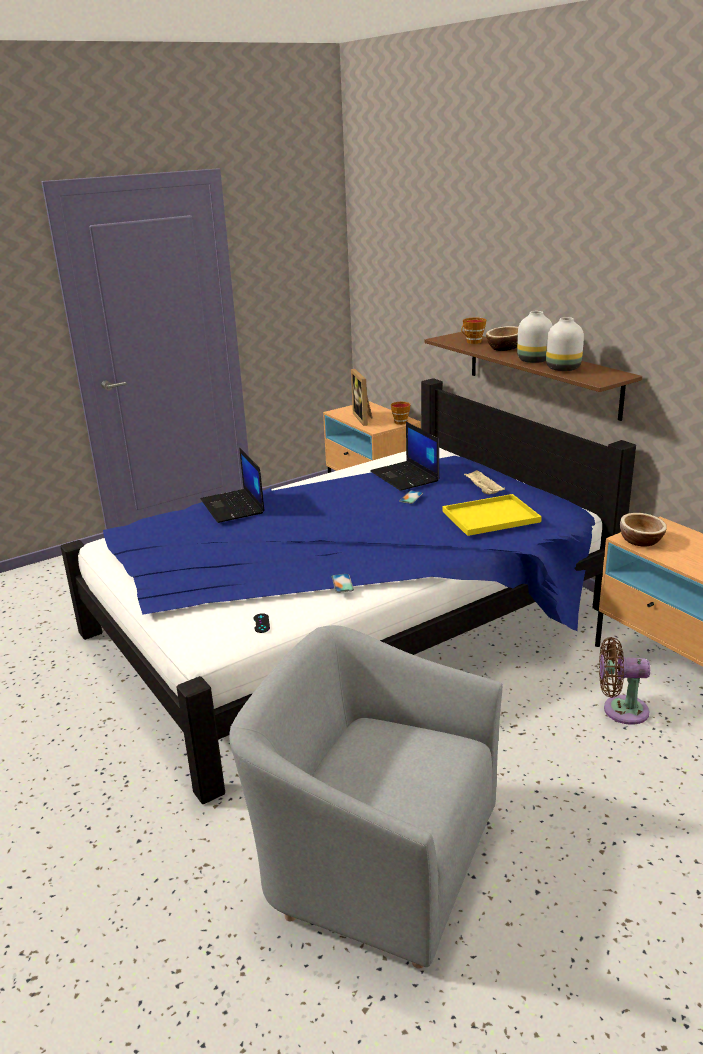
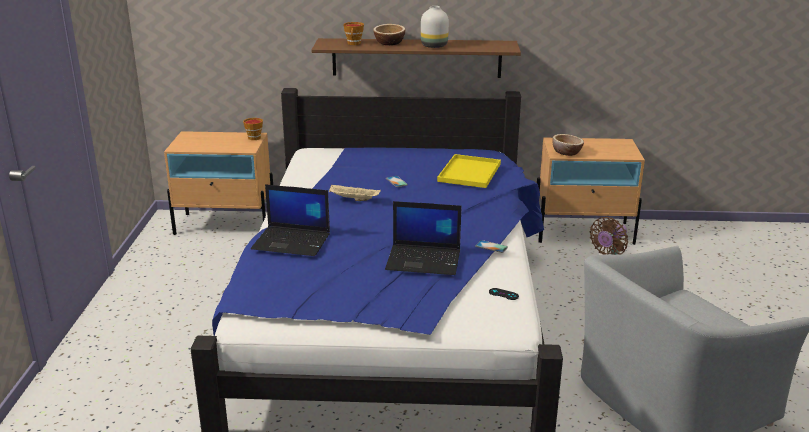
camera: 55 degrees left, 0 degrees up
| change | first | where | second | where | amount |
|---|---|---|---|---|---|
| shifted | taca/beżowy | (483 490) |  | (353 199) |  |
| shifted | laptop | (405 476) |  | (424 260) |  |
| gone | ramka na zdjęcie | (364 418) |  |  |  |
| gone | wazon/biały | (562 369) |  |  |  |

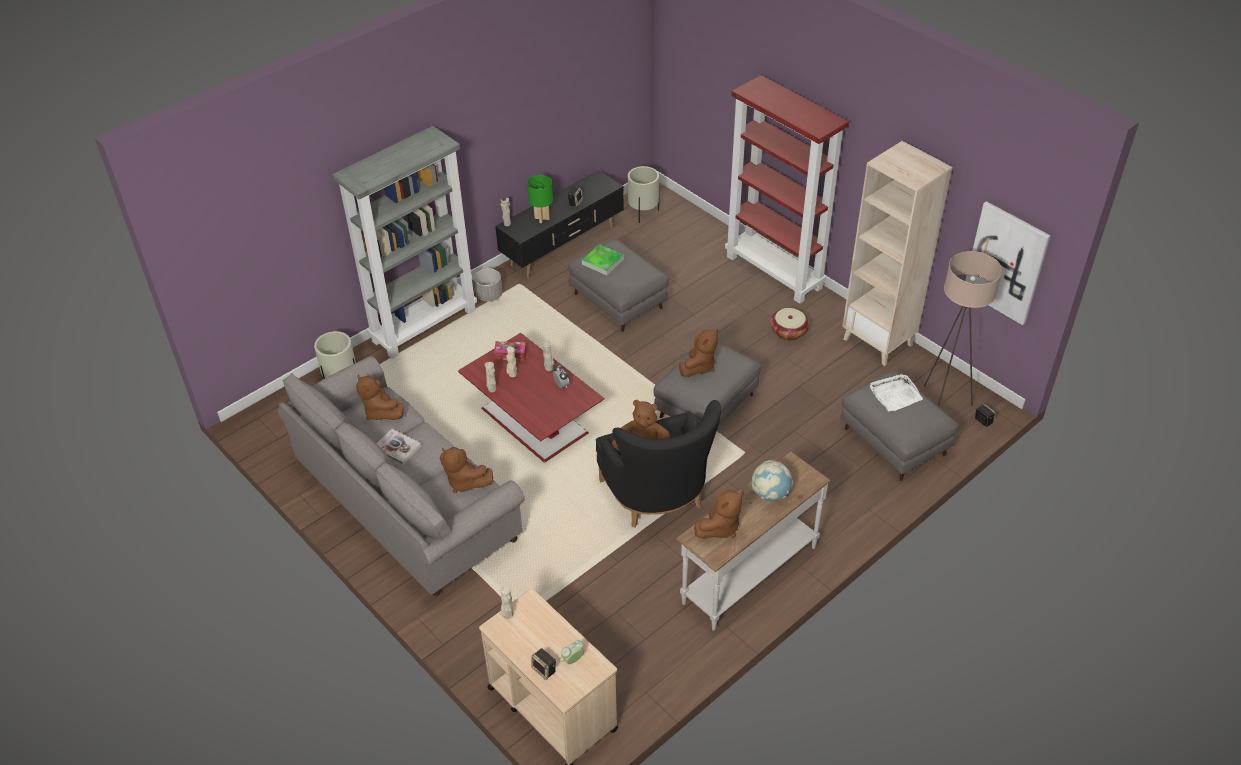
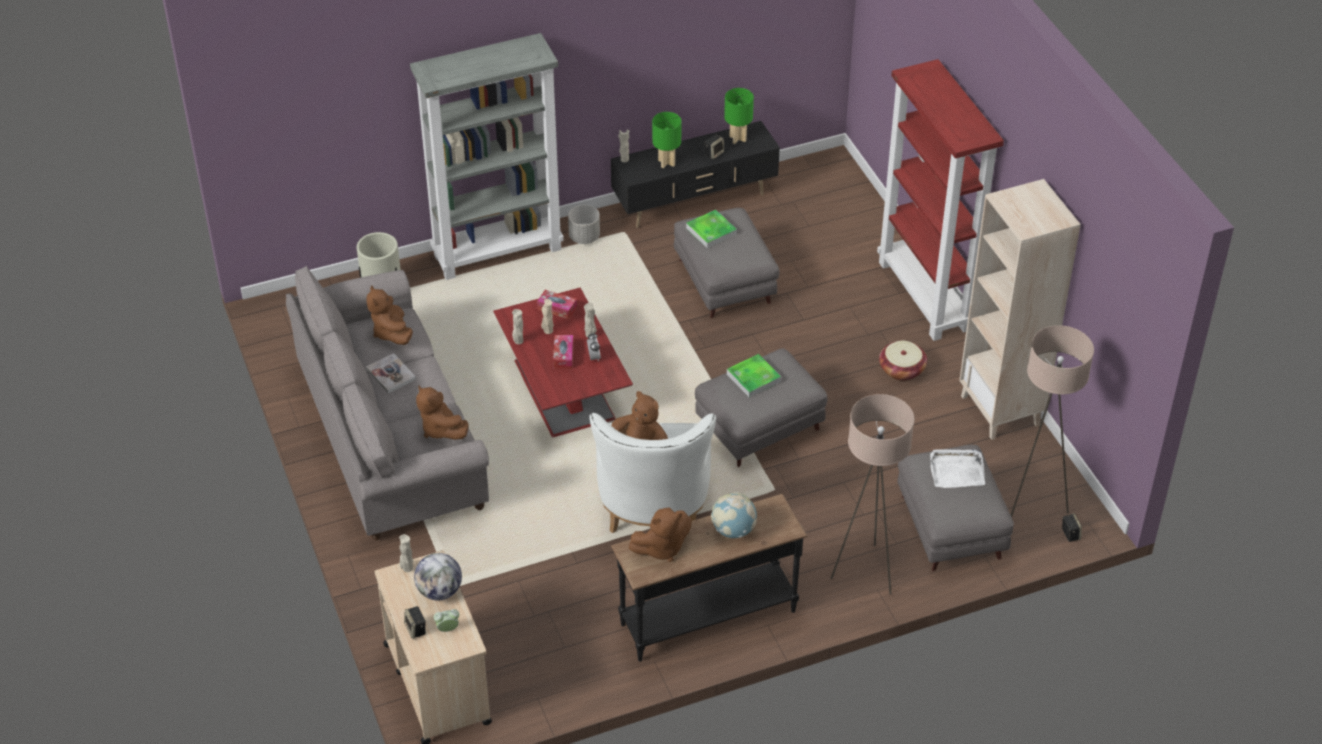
camera: 20 degrees right, 0 degrees up
| change | first | where | second | where | amount |
|---|---|---|---|---|---|
| new |  |  | globus | (440 591) |  |
| new |  |  | pudełko chusteczek | (563 356) |  |
| repainted | fotel/czarny | (658 500) | fotel/biały | (653 512) |  |
| repainted | stolik konsolowy/biały | (748 573) | stolik konsolowy/czarny | (707 616) |  |
| new |  |  | lampa stołowa/zielony | (738 138) |  |
| swapped | pluszak/brązowy | (698 366) | taca | (753 378) |  |
| new |  |  | lampa stojąca/beżowy | (865 572) |  |
| gone | donica/beżowy | (643 213) |  |  |  |
| gone | obraz | (1006 262) |  |  |  |

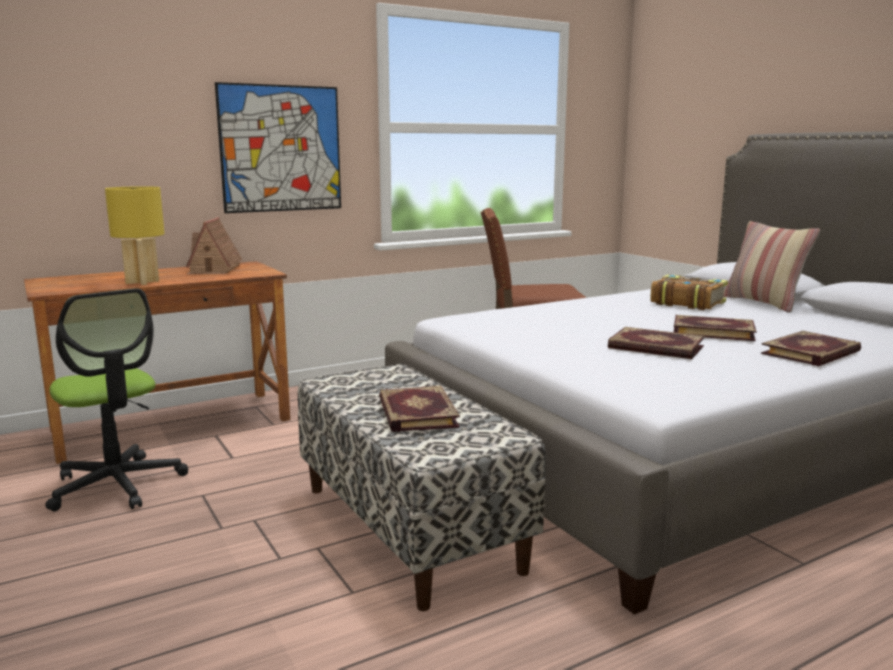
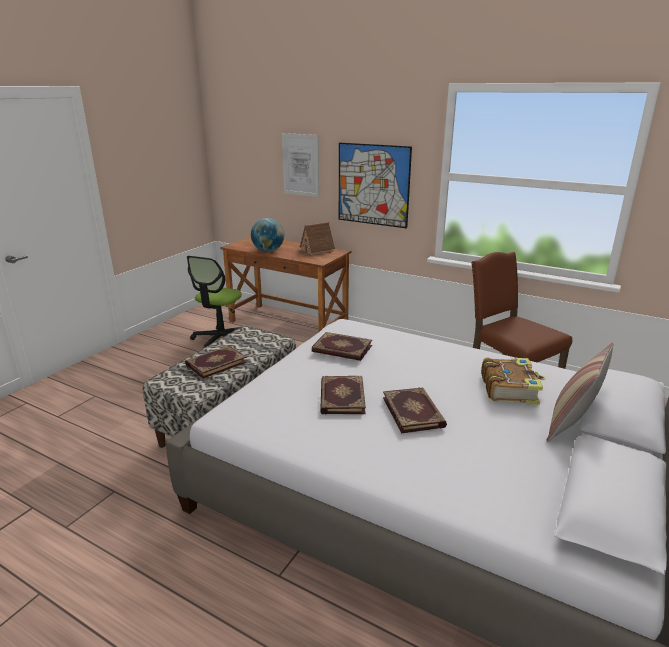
camera: 60 degrees right, 10 degrees up
| change | first | where | second | where | amount |
|---|---|---|---|---|---|
| swapped | lampa stołowa/żółty | (143 282) | globus | (268 251) |  |
| new |  |  | obraz | (300 165) |  |
| shifted | książka | (812 353) |  | (341 349) |  |

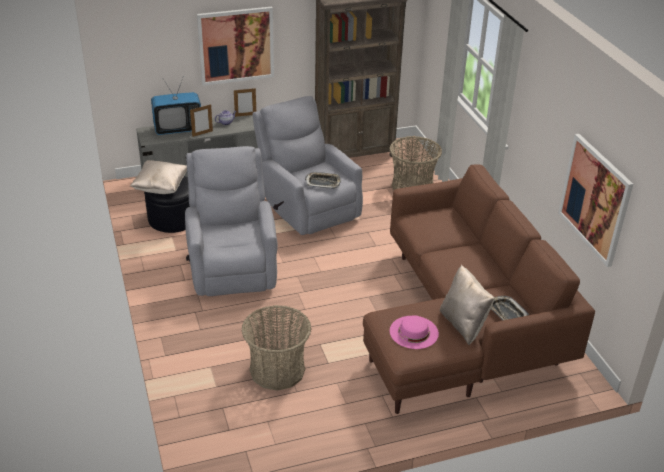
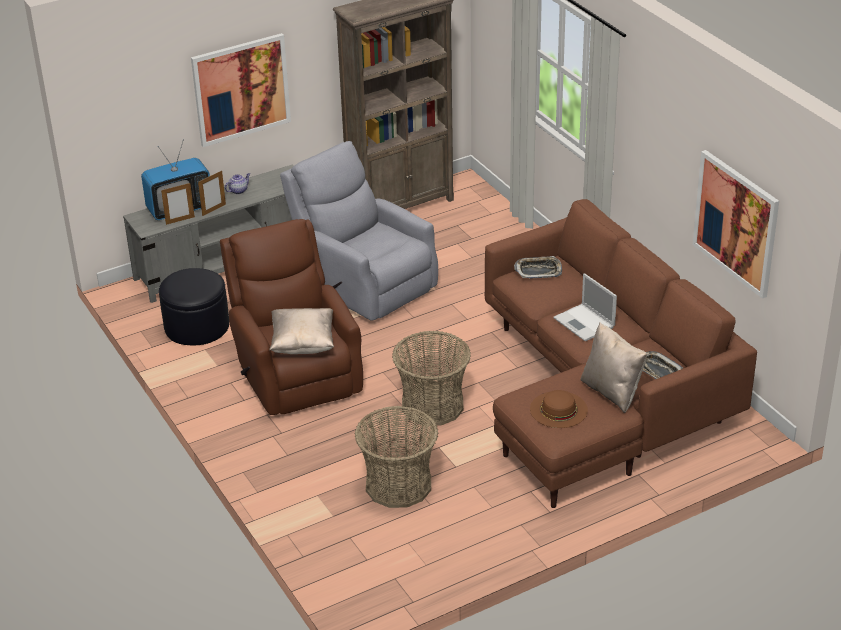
camera: 10 degrees left, 0 degrees up
| change | first | where | second | where | amount |
|---|---|---|---|---|---|
| shifted | ramka na zdjęcie | (245 115) |  | (180 220) |  |
| repainted | fotel/szary | (232 263) | fotel/brązowy | (295 370) |  |
| shifted | poduszka/beżowy | (161 187) |  | (303 344) |  |
| shifted | koszyk | (412 186) |  | (432 405) |  |
| shifted | taca | (323 182) |  | (538 270) |  |
| repainted | kapelusz/różowy | (414 332) | kapelusz/brązowy | (558 409) |  |
| new |  |  | laptop | (585 323) |  |

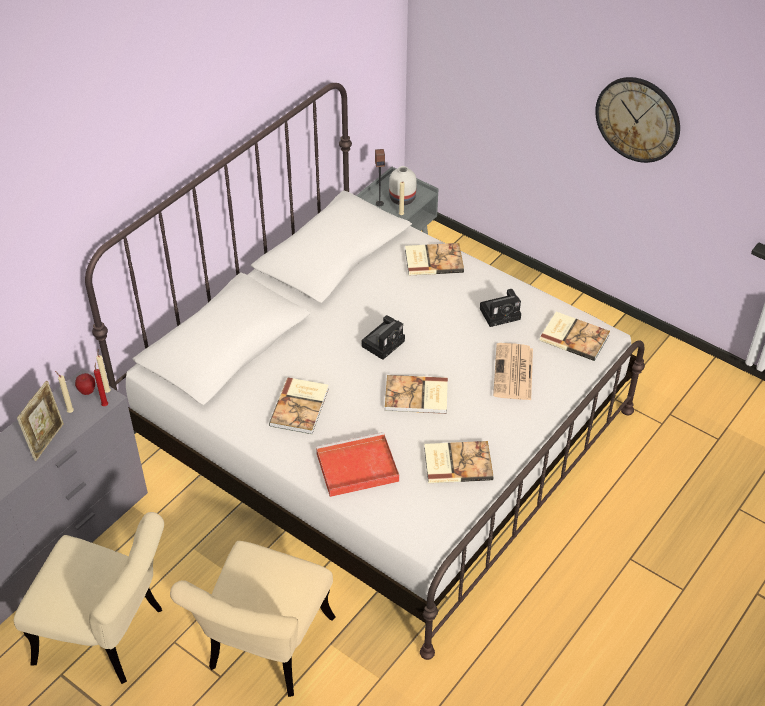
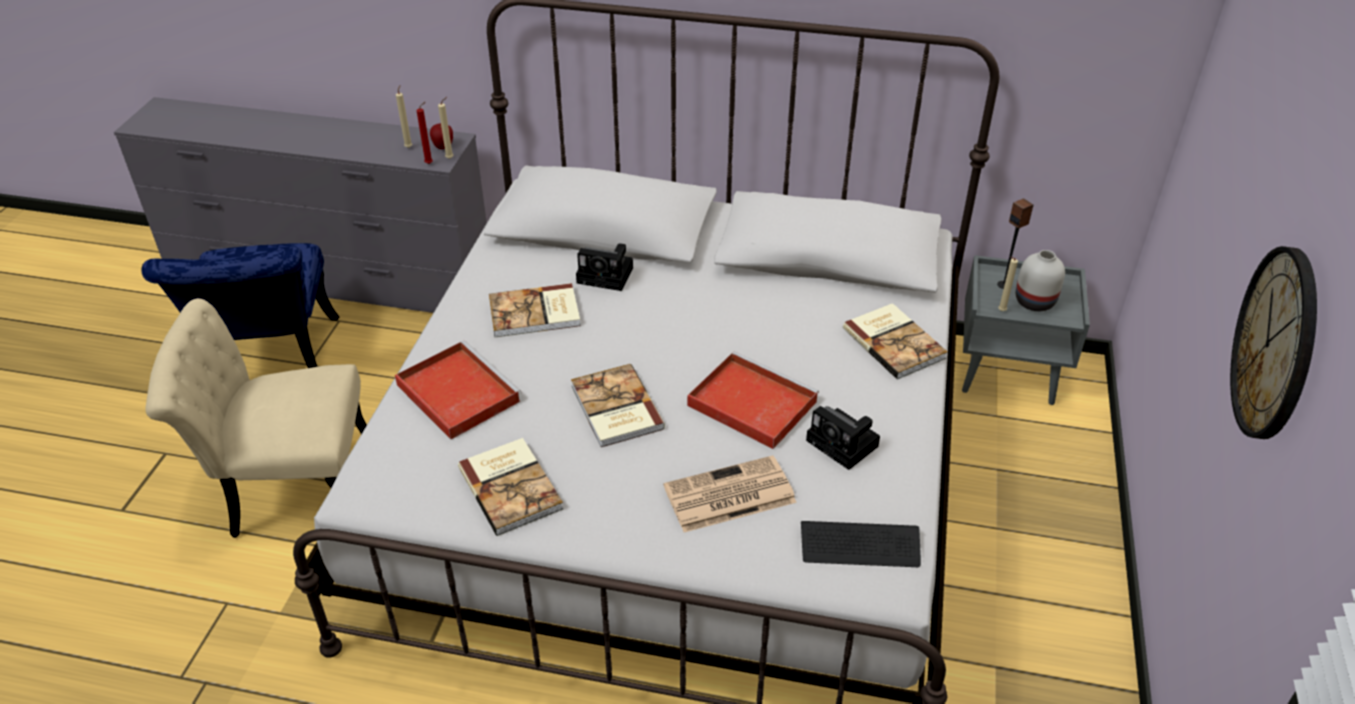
camera: 65 degrees right, 5 degrees down
| change | first | where | second | where | amount |
|---|---|---|---|---|---|
| repainted | krzesło/beżowy | (110 637) | krzesło/niebieski | (274 366) |  |
| shifted | aparat fotograficzny | (384 342) |  | (607 275) |  |
| new |  |  | taca/czerwony | (749 403) |  |
| swapped | książka | (574 337) | klawiatura | (860 546) |  |
| gone | ramka na zdjęcie | (47 441) |  |  |  |

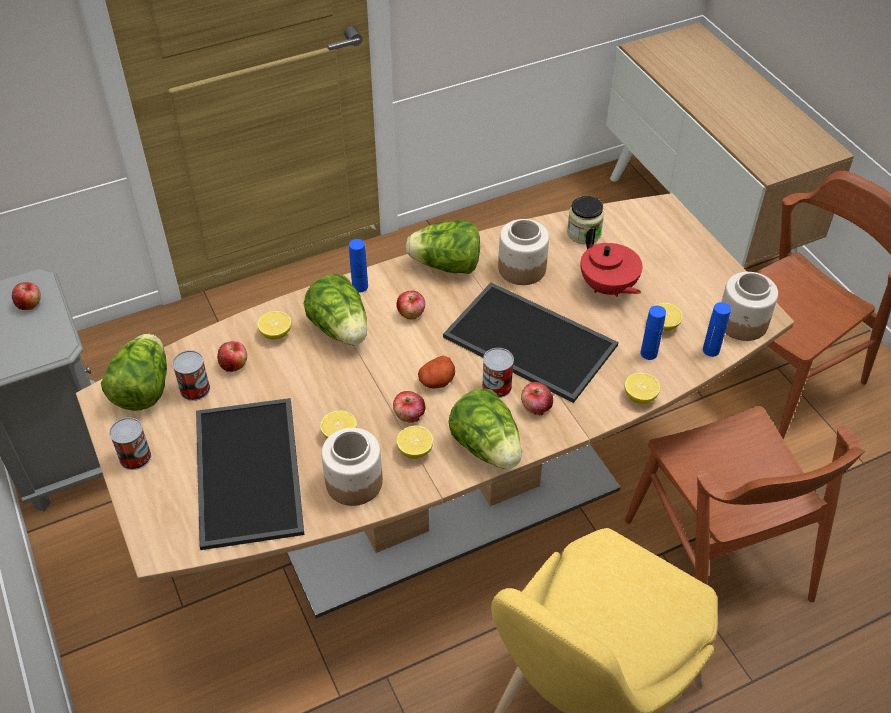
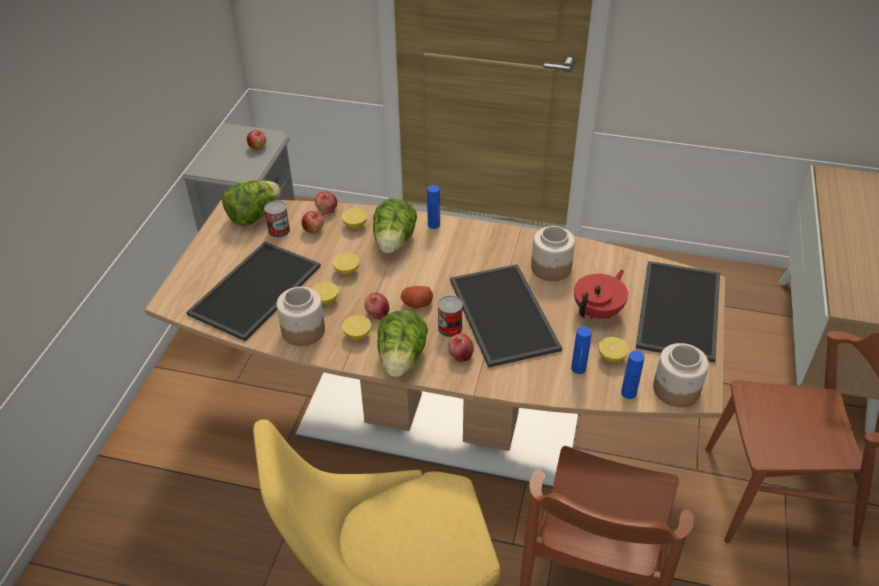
camera: 40 degrees right, 5 degrees down
| change | first | where | second | where | amount |
|---|---|---|---|---|---|
| shifted | jabłko | (411 313) |  | (326 210) |  |
| shifted | cytryna | (640 396) |  | (347 270) |  |
| rotated | imbryk/czerwony | (607 287) |  | (598 311) | 150 degrees counterclockwise |
| new |  |  | taca | (681 311) |  |
| gone | puszka | (135 457) |  |  |  |
| gone | sałata | (446 266) |  |  |  |
| gone | słoik | (584 233) |  |  |  |

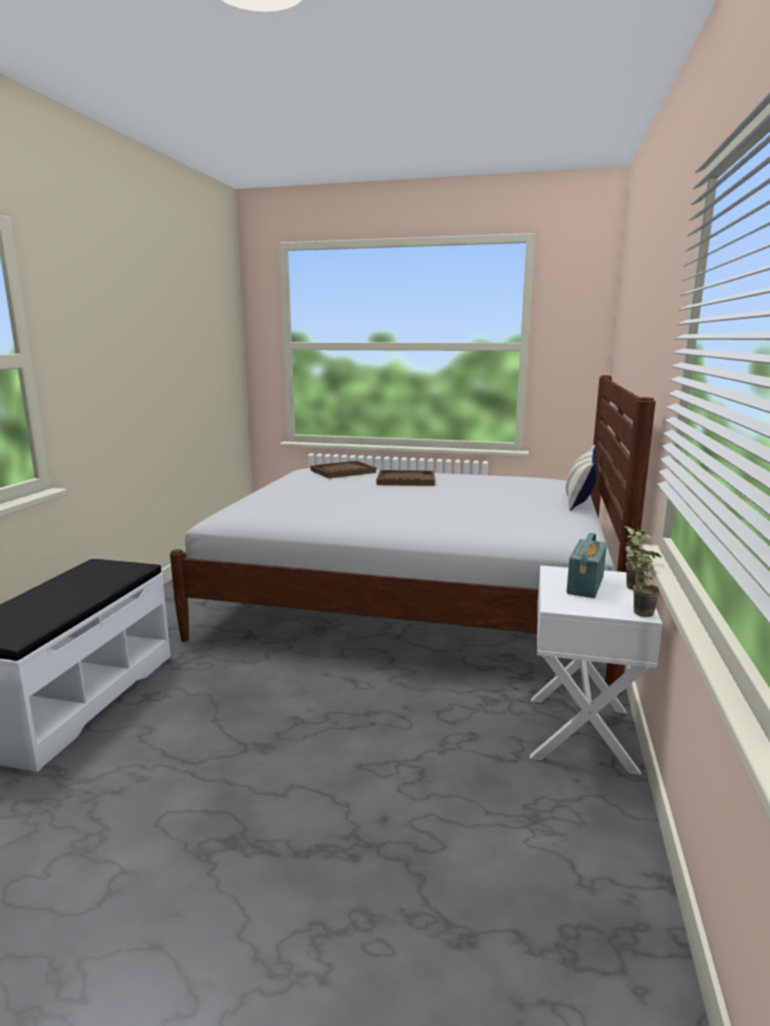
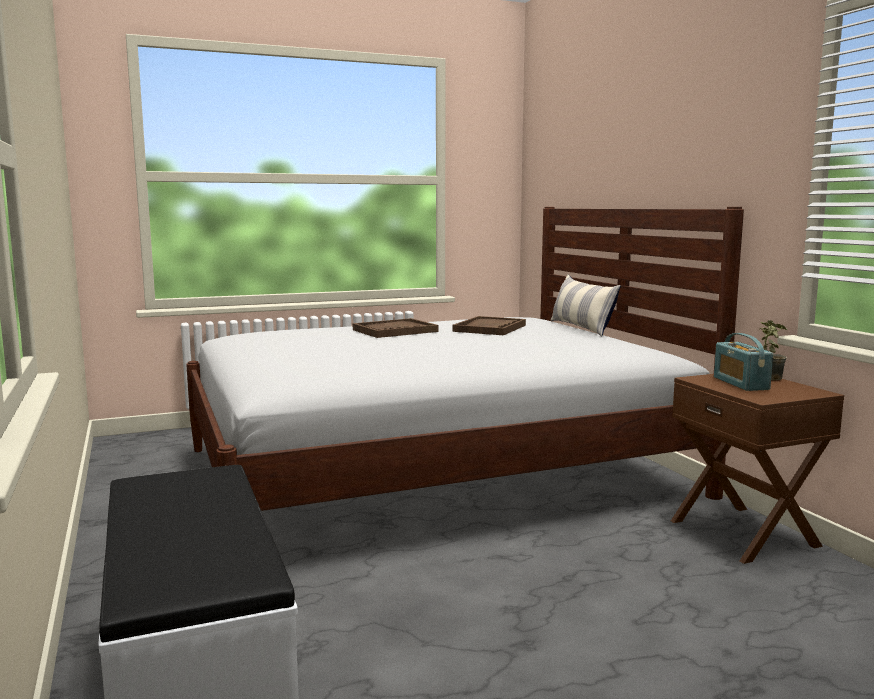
camera: 35 degrees left, 5 degrees down
| change | first | where | second | where | amount |
|---|---|---|---|---|---|
| shifted | taca/brązowy | (343 471) |  | (490 328) |  |
| repainted | szafka nocna/biały | (582 733) | szafka nocna/brązowy | (745 533) |  |
| gone | roślina doniczkowa | (637 612) |  |  |  |

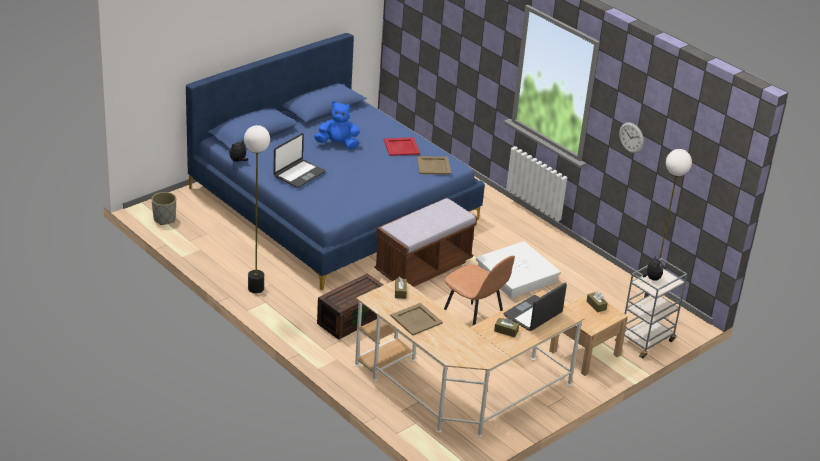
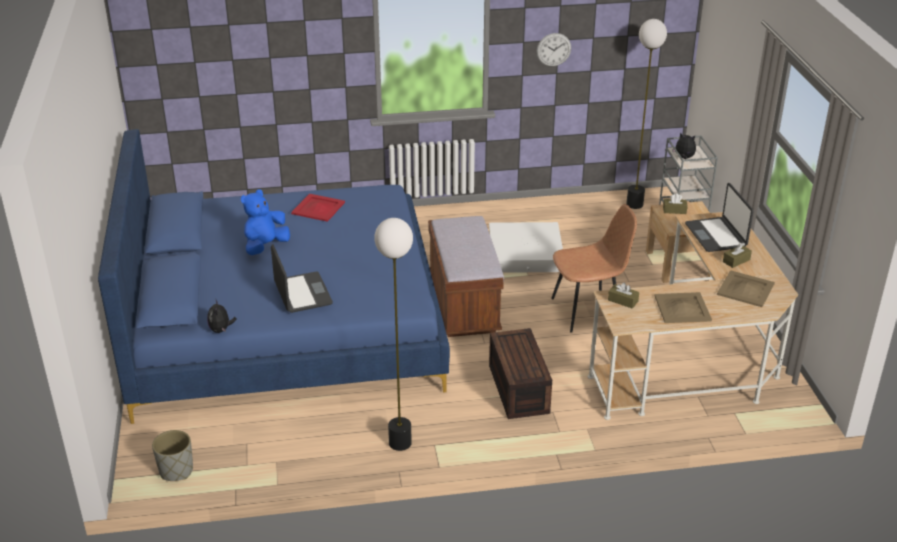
camera: 55 degrees left, 0 degrees up
| change | first | where | second | where | amount |
|---|---|---|---|---|---|
| shifted | taca/beżowy | (434 166) |  | (746 289) |  |

